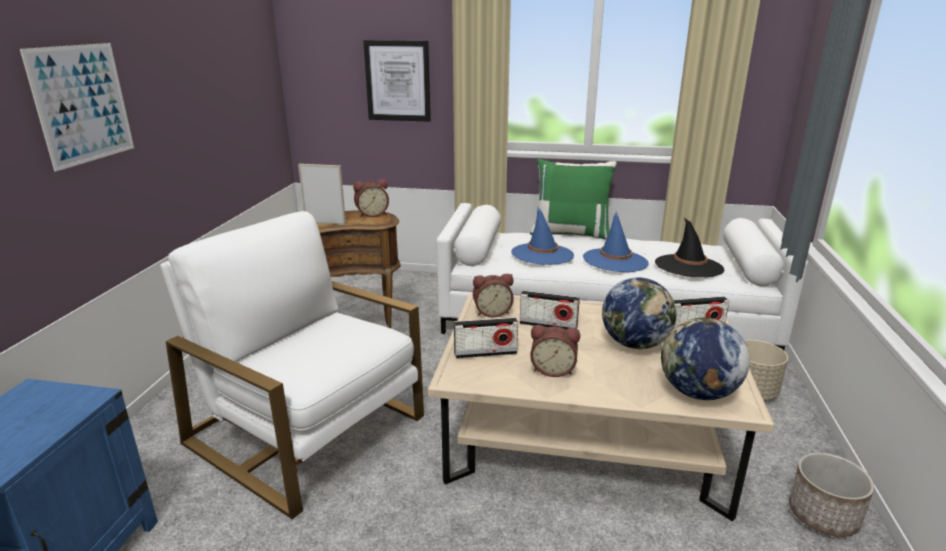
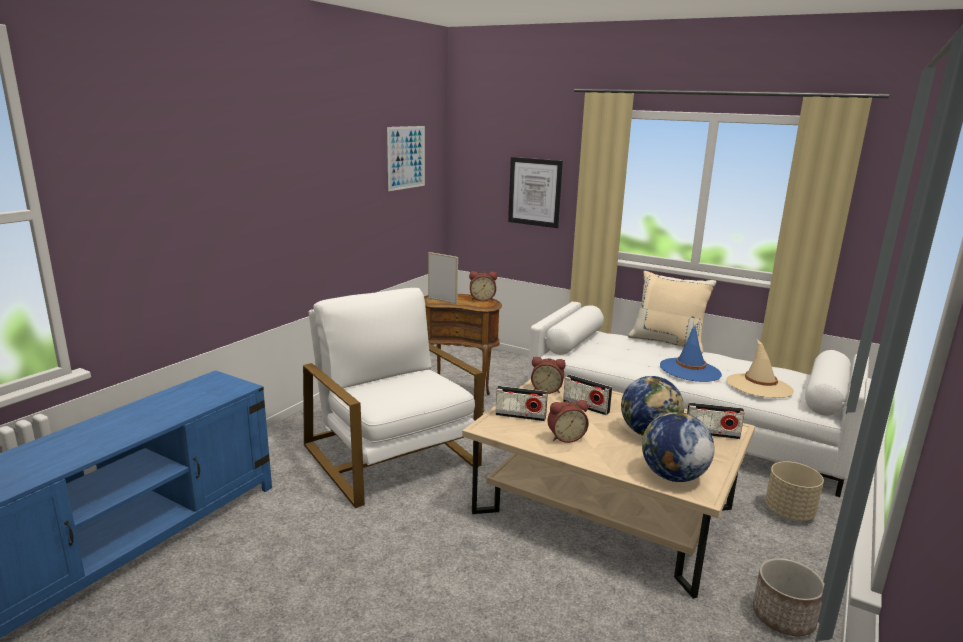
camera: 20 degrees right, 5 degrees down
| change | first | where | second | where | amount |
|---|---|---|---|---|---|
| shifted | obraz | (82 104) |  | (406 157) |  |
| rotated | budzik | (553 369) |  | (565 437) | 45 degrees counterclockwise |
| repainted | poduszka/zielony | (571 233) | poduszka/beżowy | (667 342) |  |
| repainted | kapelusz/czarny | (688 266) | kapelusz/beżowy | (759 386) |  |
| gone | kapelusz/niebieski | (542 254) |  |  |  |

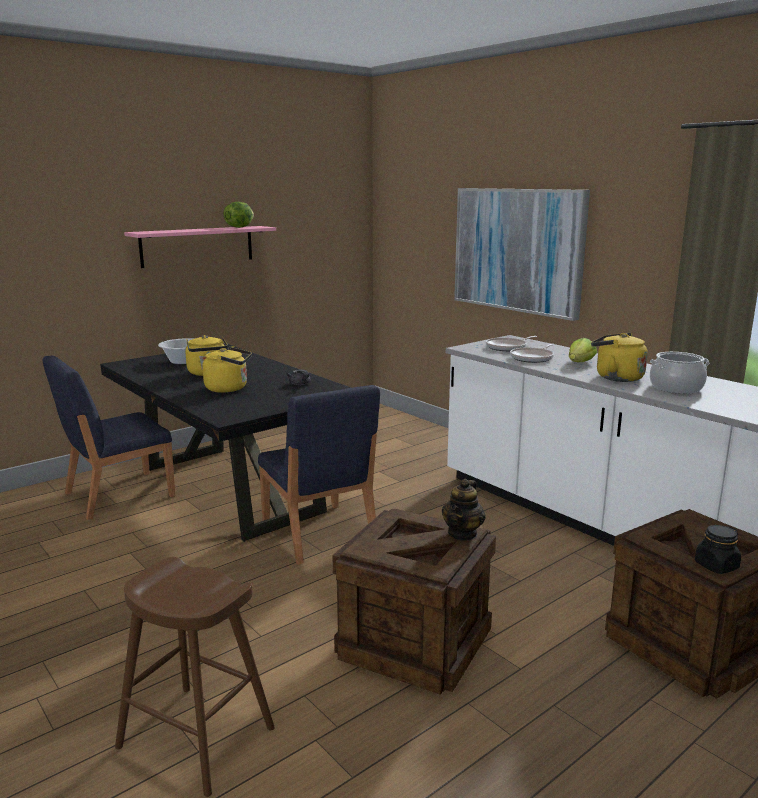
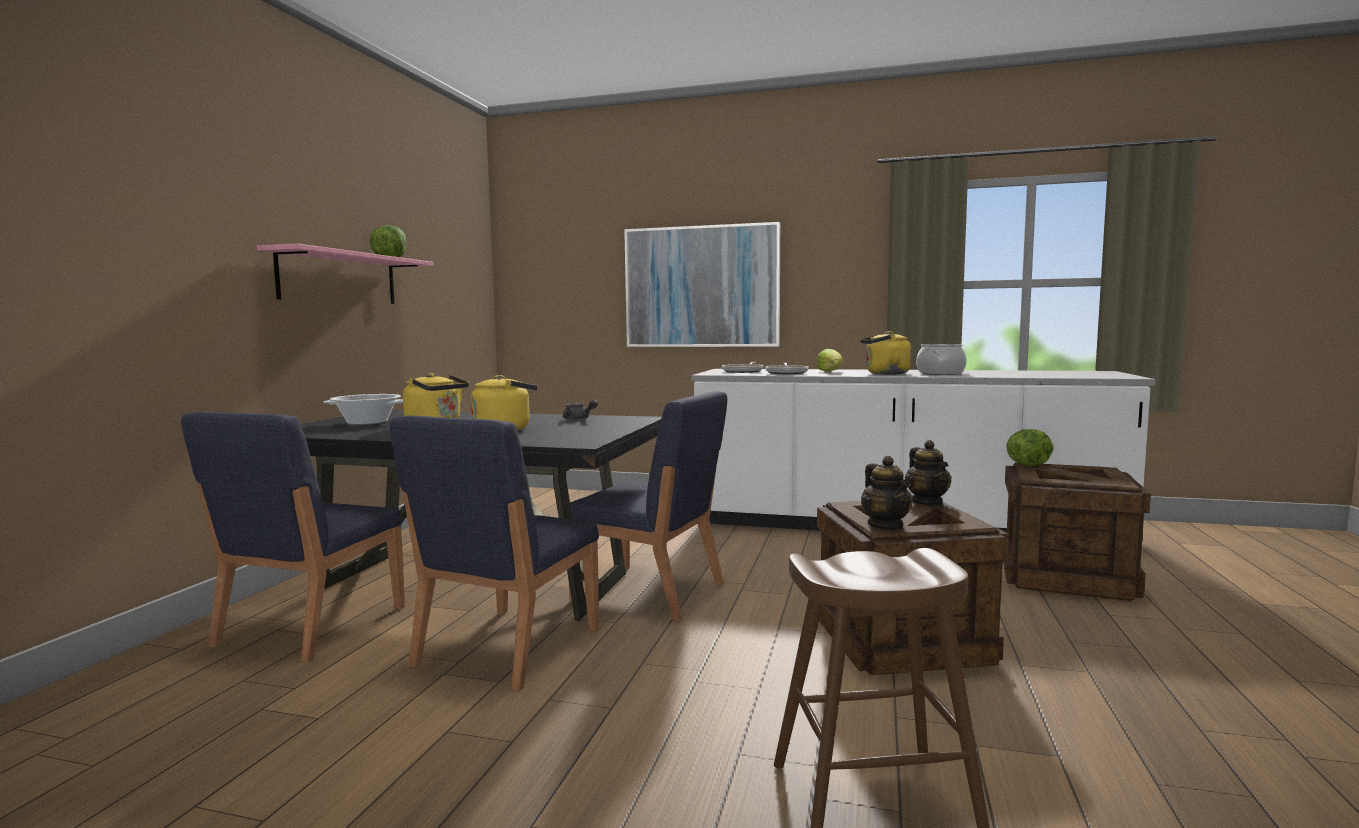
camera: 35 degrees left, 10 degrees down
| change | first | where | second | where | amount |
|---|---|---|---|---|---|
| new |  |  | krzesło/niebieski | (506 647) |  |
| new |  |  | imbryk | (886 526) |  |
| new |  |  | sałata | (1028 465) |  |
| gone | słoik/czarny | (716 566) |  |  |  |

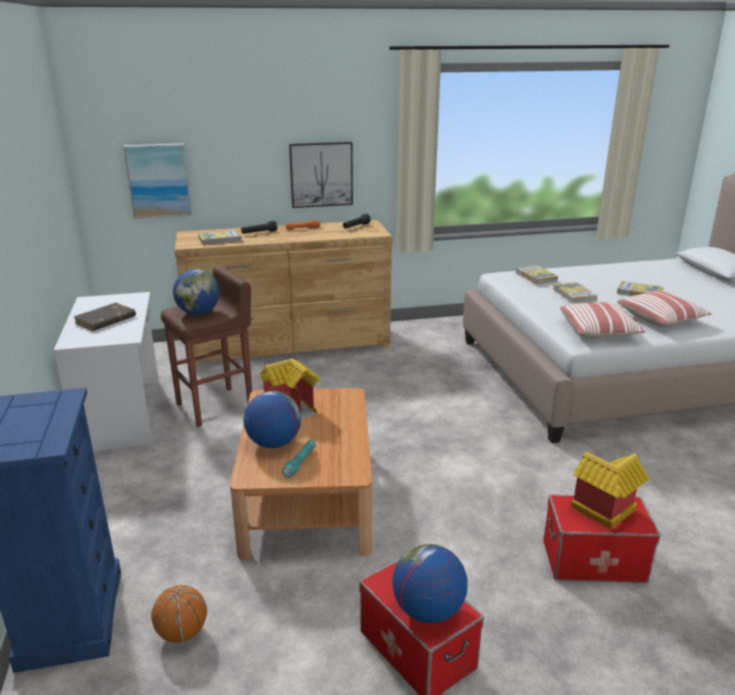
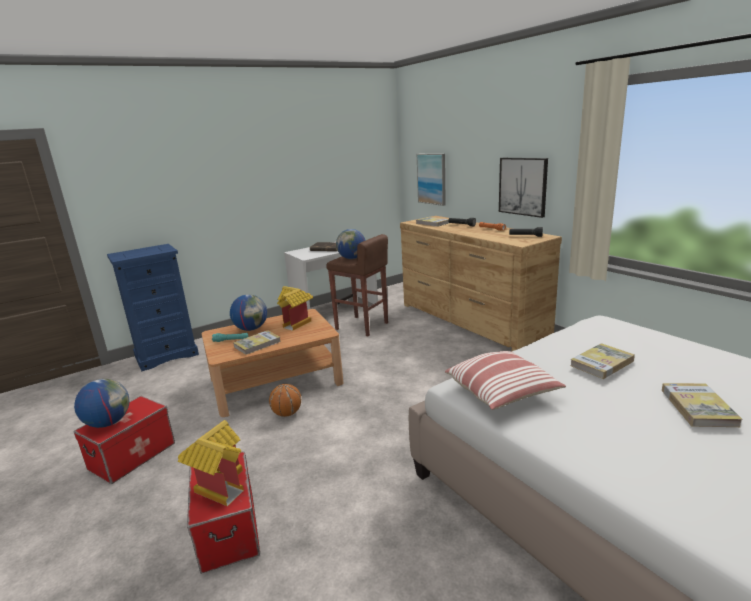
camera: 70 degrees right, 5 degrees down
| change | first | where | second | where | amount |
|---|---|---|---|---|---|
| shifted | książka | (536 277) |  | (257 344) |  |
| shifted | piłka do koszykówki | (182 633) |  | (287 413) |  |
| gone | poduszka | (661 319) |  |  |  |

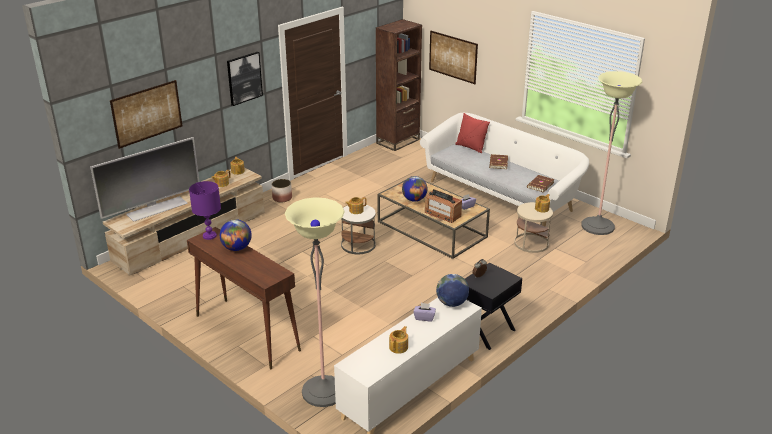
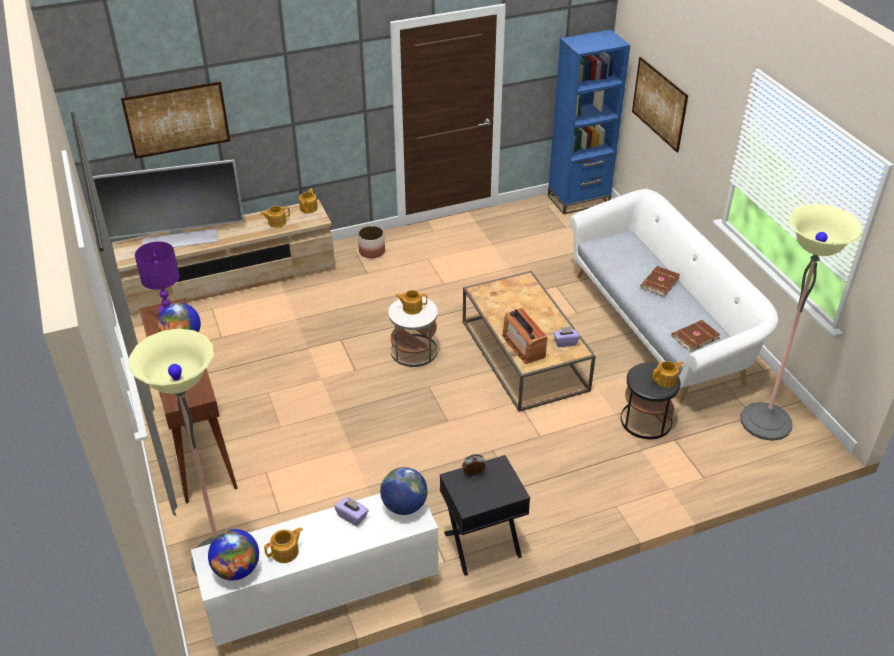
camera: 25 degrees right, 10 degrees up
| change | first | where | second | where | amount |
|---|---|---|---|---|---|
| shifted | globus | (414 199) |  | (237 569) |  |
| repainted | regał/brązowy | (398 141) | regał/niebieski | (579 200) |  |
| repainted | stolik/beżowy | (531 243) | stolik/czarny | (646 421) |  |
| gone | obraz | (244 78) |  |  |  |
| gone | poduszka/czerwony | (470 147) |  |  |  |

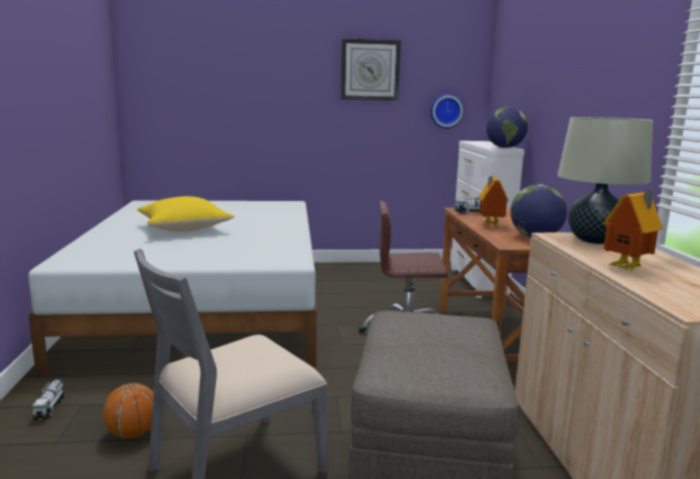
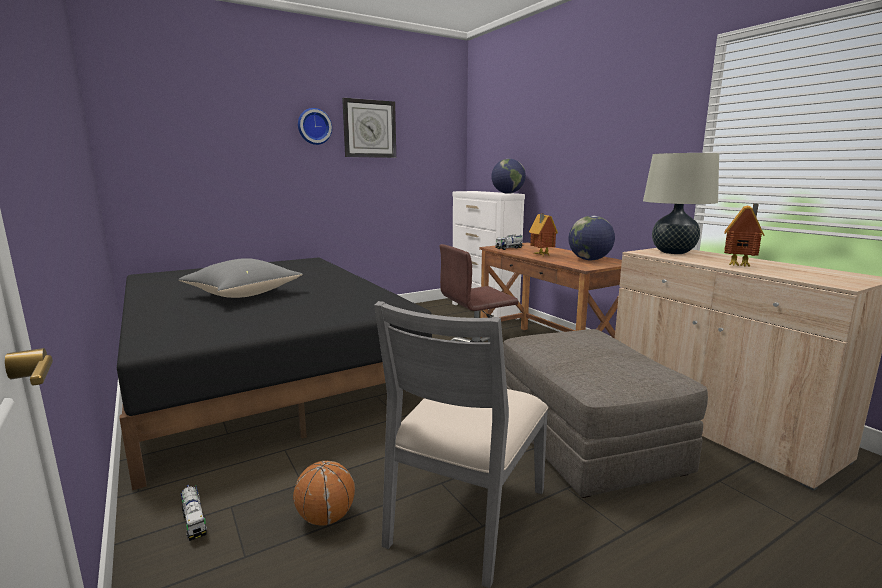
camera: 25 degrees left, 0 degrees up
| change | first | where | second | where | amount |
|---|---|---|---|---|---|
| repainted | łóżko/biały | (206 305) | łóżko/czarny | (265 373) |  |
| repainted | poduszka/żółty | (185 229) | poduszka/szary | (243 294) |  |
| shifted | zegar ścienny | (446 111) |  | (314 126) |  |

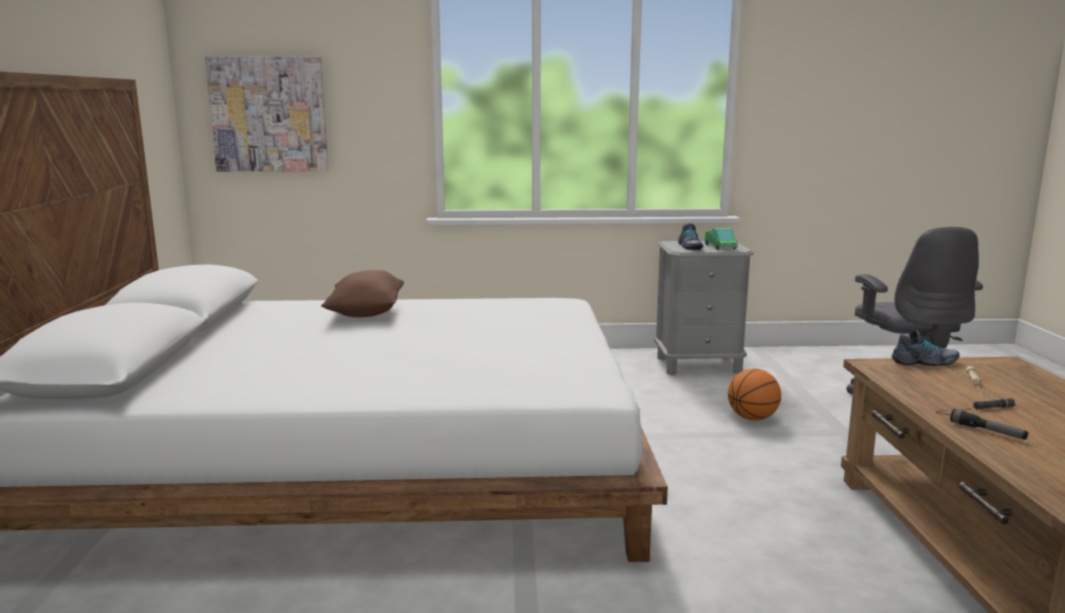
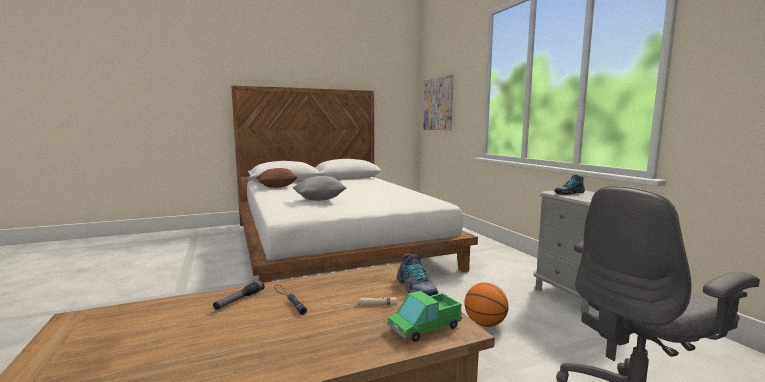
camera: 70 degrees right, 5 degrees down
| change | first | where | second | where | amount |
|---|---|---|---|---|---|
| shifted | poduszka/brązowy | (365 313) |  | (277 187) |  |
| new |  |  | poduszka/szary | (320 199) |  |
| shifted | ciężarówka zabawkowa | (720 246) |  | (424 327) |  |

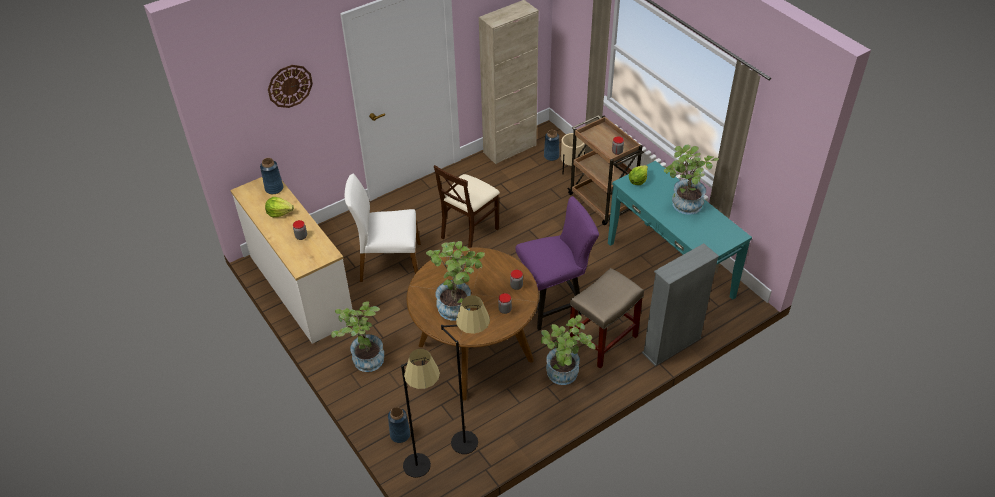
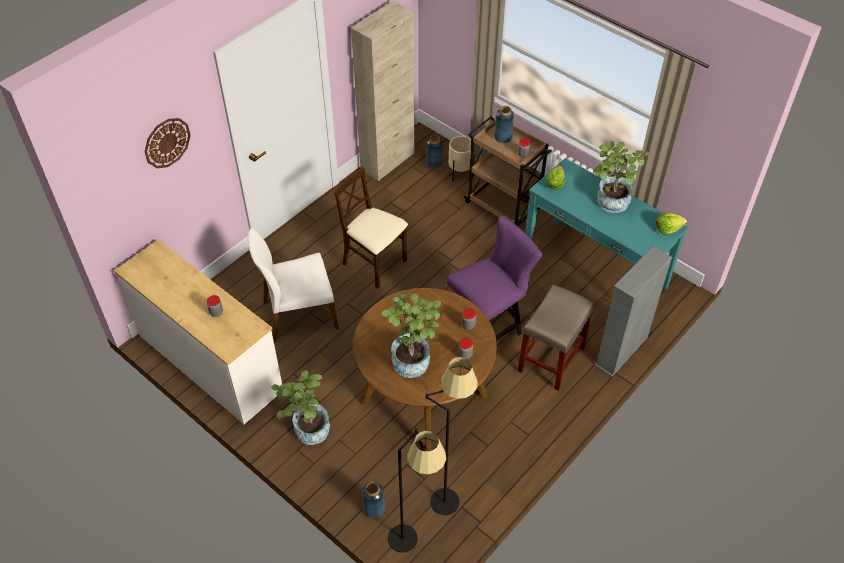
camera: 15 degrees left, 5 degrees up
| change | first | where | second | where | amount |
|---|---|---|---|---|---|
| rotated | krzesło/beżowy | (469 232) |  | (374 264) | 105 degrees clockwise |
| shifted | wazon/niebieski | (274 188) |  | (503 137) |  |
| shifted | sałata | (279 212) |  | (668 228) |  |
| gone | roślina doniczkowa | (564 376) |  |  |  |

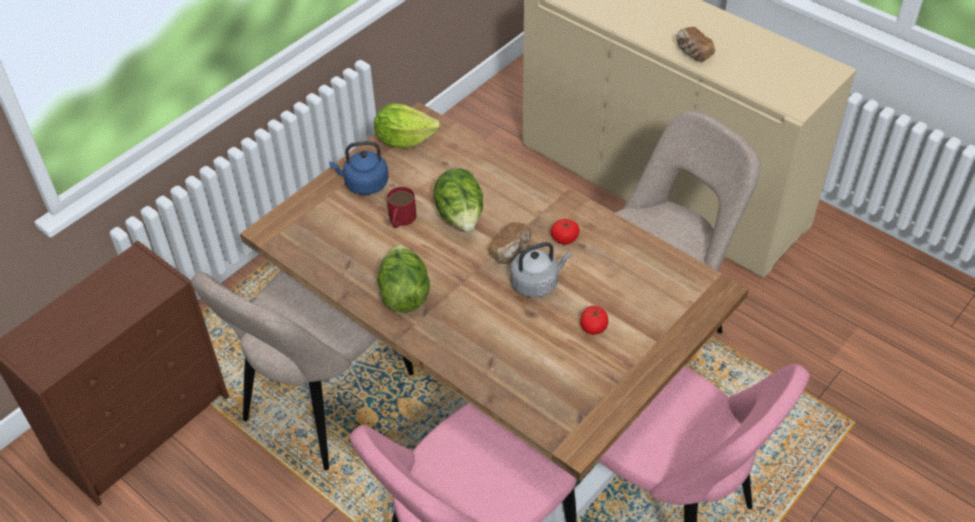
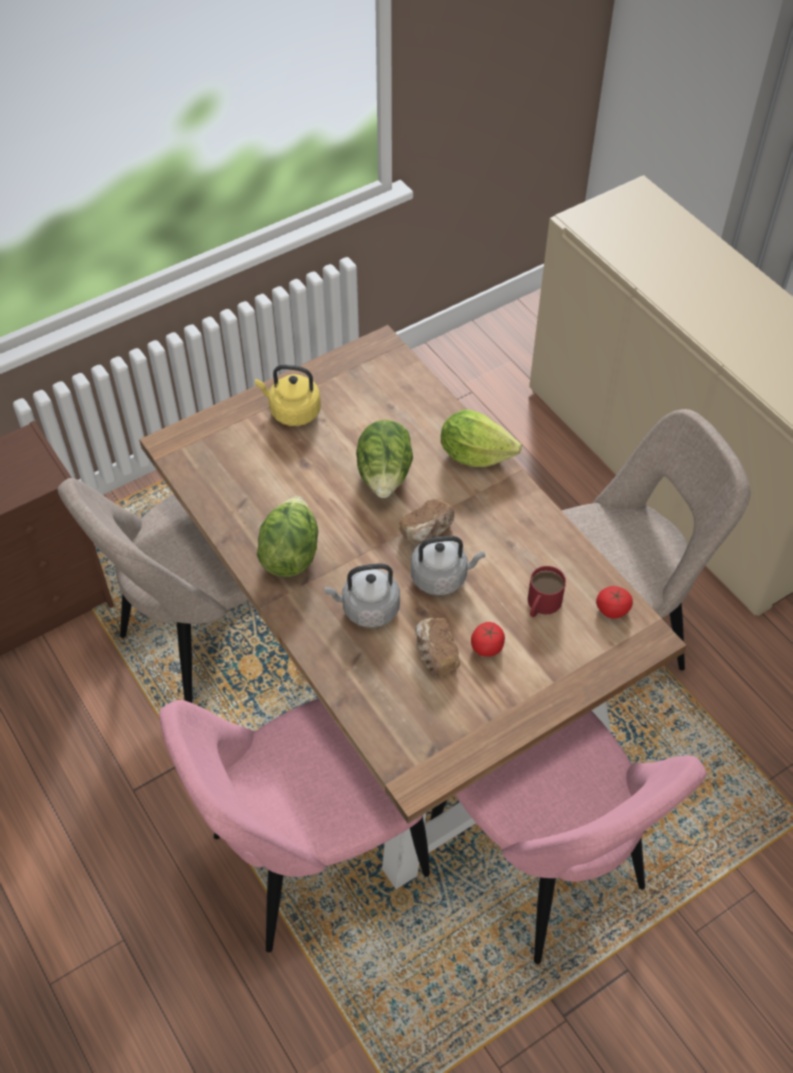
camera: 15 degrees right, 5 degrees up
| change | first | where | second | where | amount |
|---|---|---|---|---|---|
| repainted | czajnik/niebieski | (364 184) | czajnik/żółty | (292 412) |  |
| new |  |  | czajnik/szary | (367 609) |  |
| shifted | chleb | (692 52) |  | (435 654) |  |
| shifted | sałata | (404 140) |  | (475 454) |  |
| shifted | kubek/czerwony | (400 220) |  | (541 605) |  |
| shifted | pomidor | (564 238) |  | (612 609) |  |

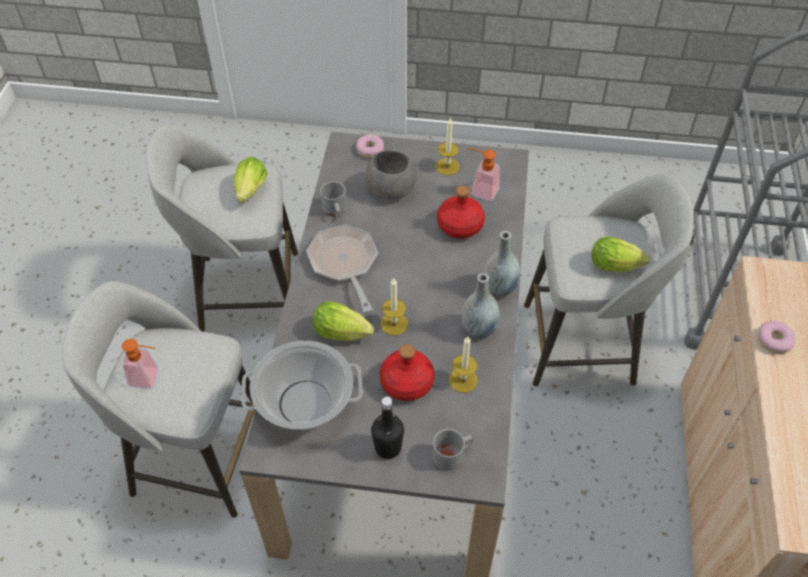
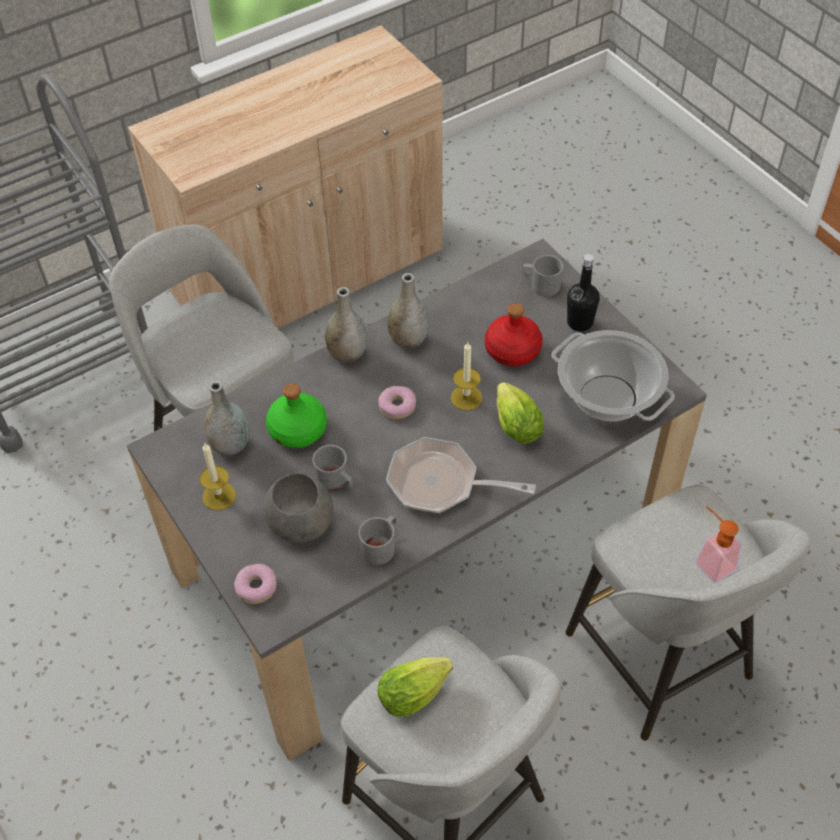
camera: 130 degrees left, 0 degrees up
| change | first | where | second | where | amount |
|---|---|---|---|---|---|
| swapped | dozownik mydła | (480 190) | wazon/szary | (230 445) |  |
| repainted | butelka/czerwony | (459 225) | butelka/zielony | (297 430) |  |
| new |  |  | kubek/szary | (336 481) |  |
| shifted | donut | (774 340) |  | (397 406) |  |
| rotated | patelnia | (344 264) |  | (441 483) | 75 degrees clockwise |
| gone | świeca | (463 380) |  |  |  |
| gone | sałata | (617 266) |  |  |  |

